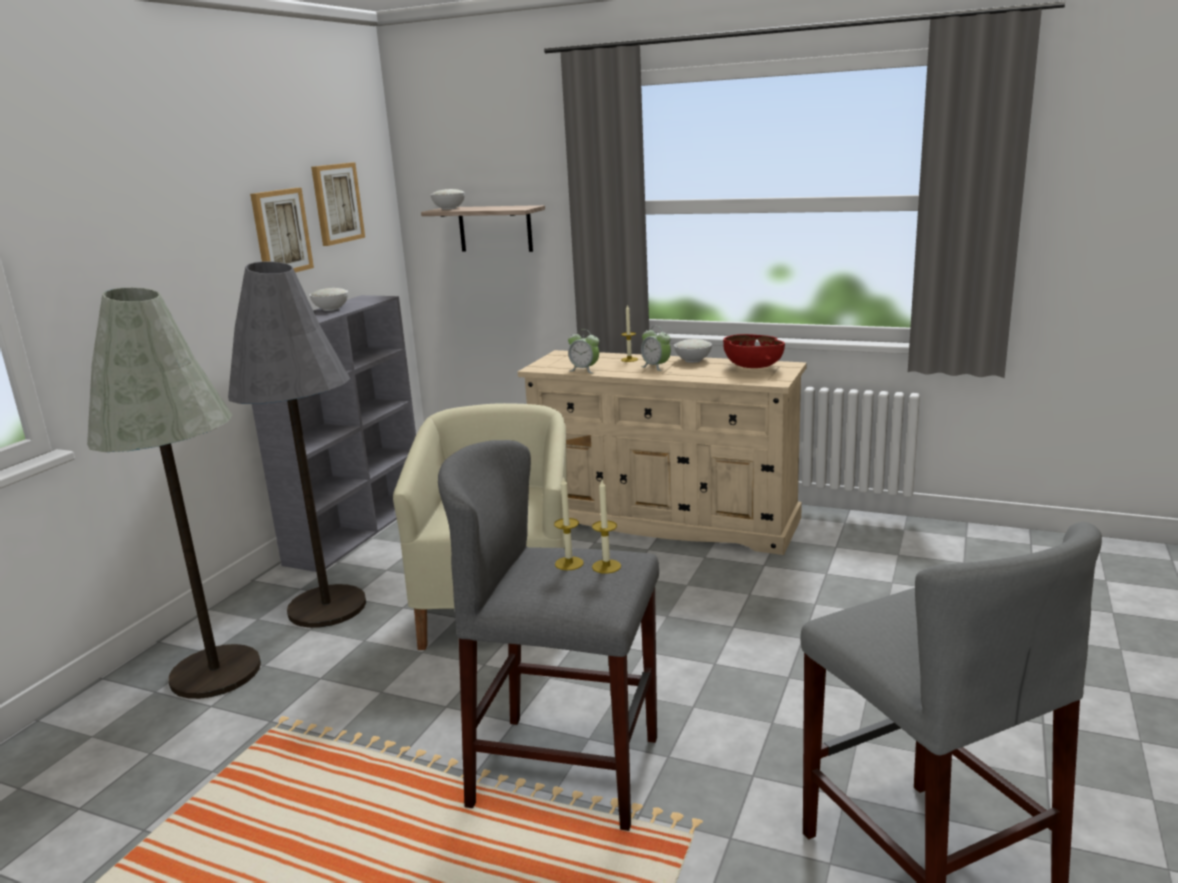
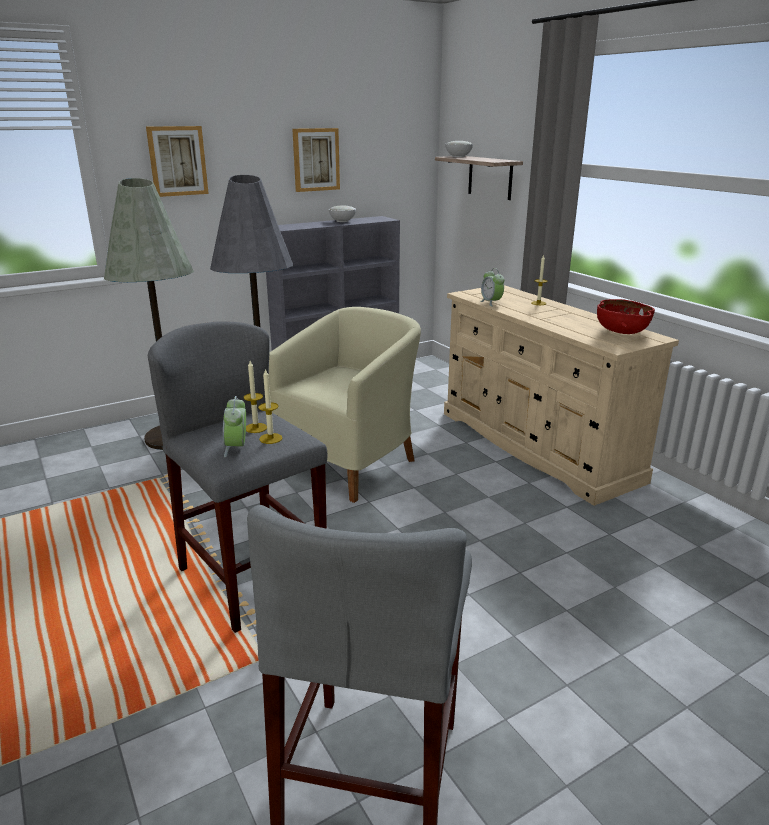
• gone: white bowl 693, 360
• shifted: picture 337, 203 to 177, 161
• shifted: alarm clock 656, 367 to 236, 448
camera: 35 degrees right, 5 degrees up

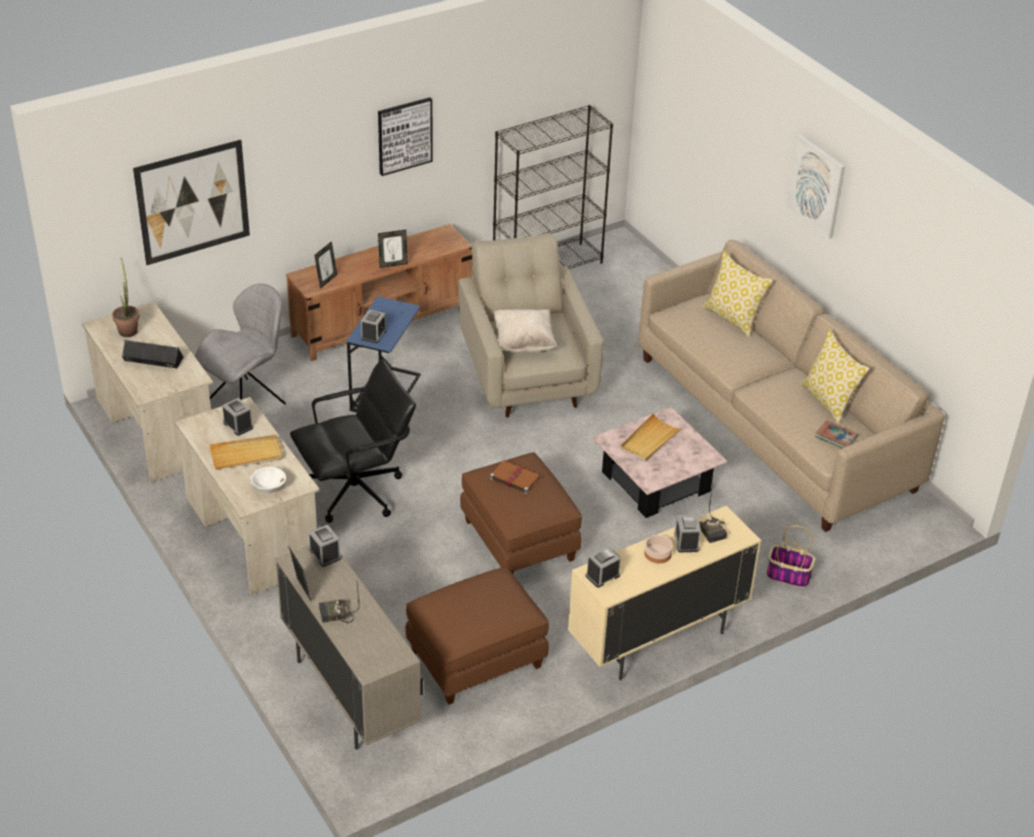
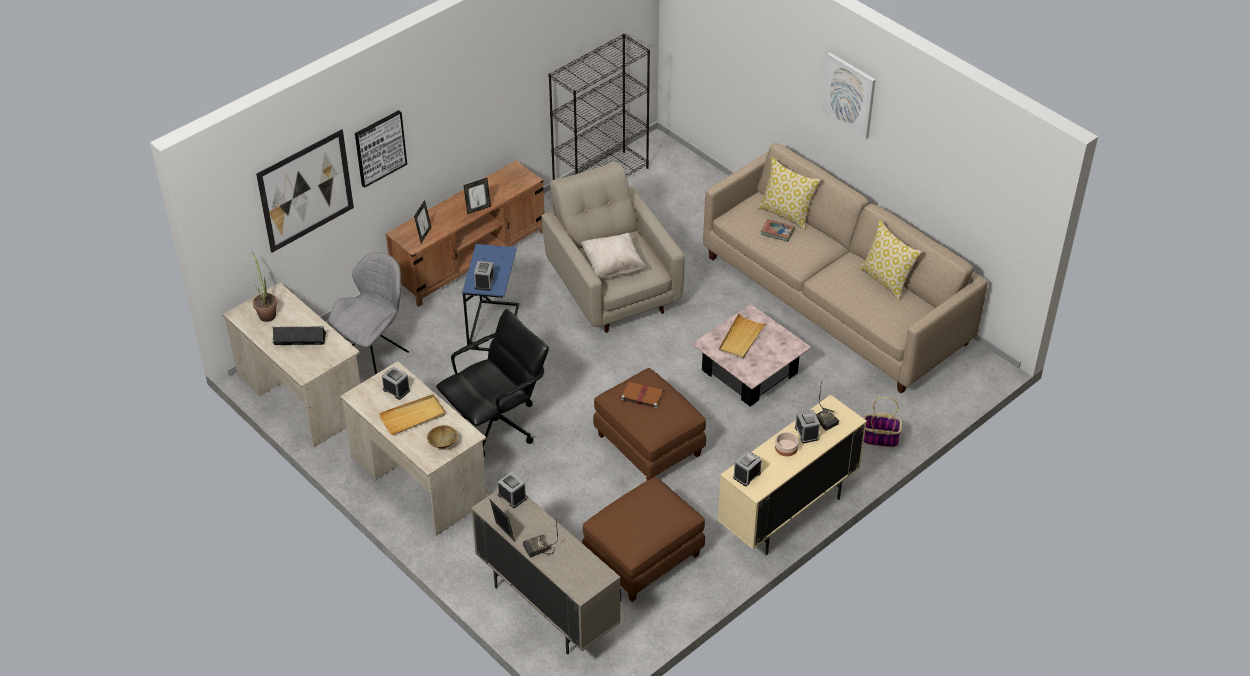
• shifted: picture 404, 135 to 380, 148
• shifted: bound book 836, 437 to 777, 232
• repainted: white bowl 268, 488 to brownish bowl 443, 444
camera: 10 degrees left, 5 degrees up

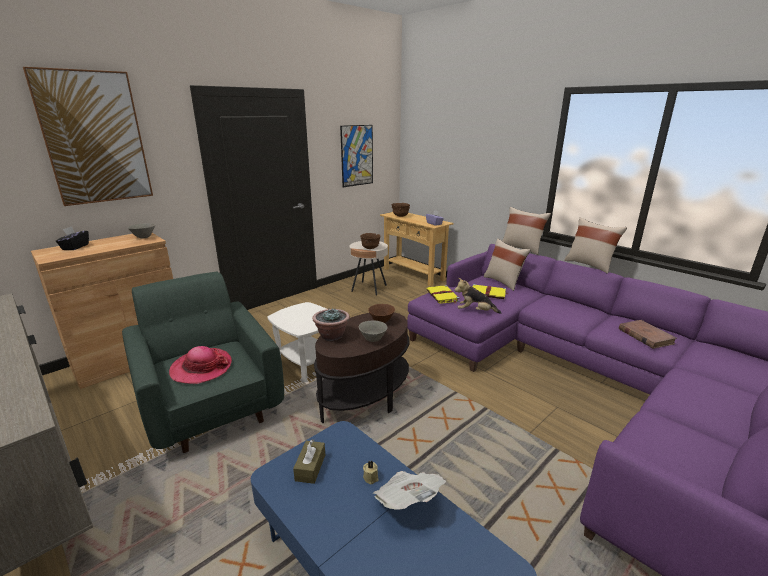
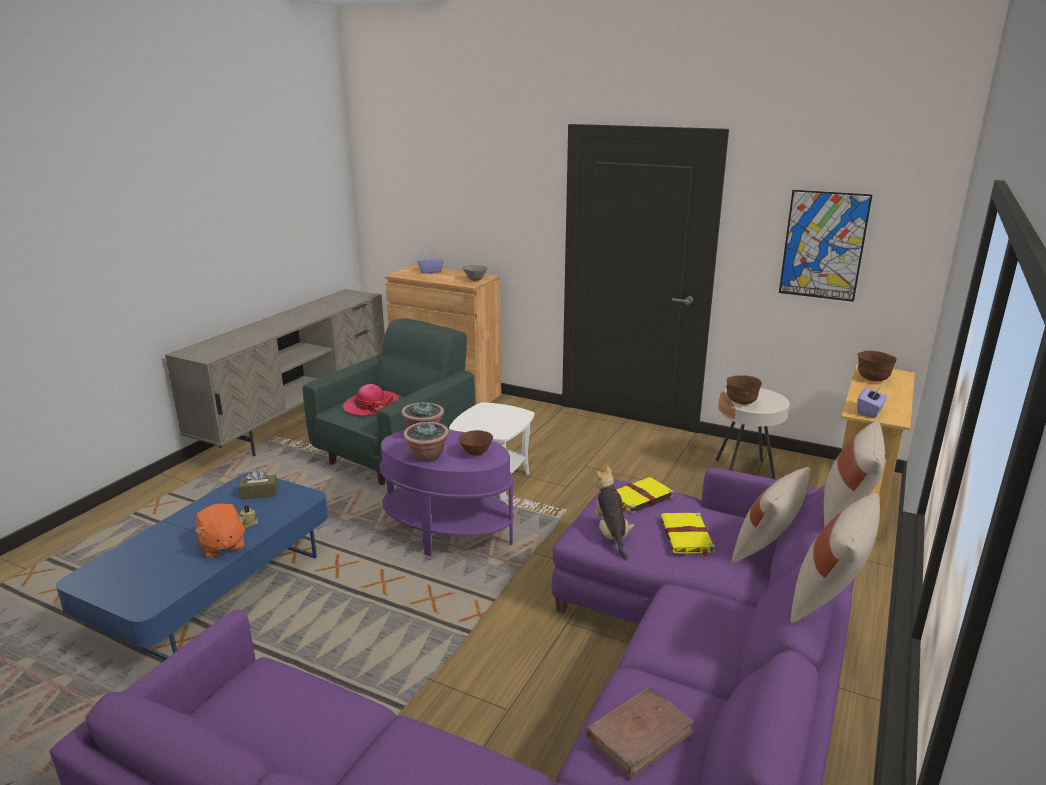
• gone: picture 94, 138
• swapped: grey bowl 373, 339 to potted plant 427, 457
• swapped: daily paper 407, 501 to orange plush toy 222, 546
• repainted: black-coloured tissue box 75, 247 to purple-coloured tissue box 430, 271
• repainted: brownish accent table 365, 397 to purple-coloured accent table 448, 533
camera: 70 degrees right, 0 degrees up

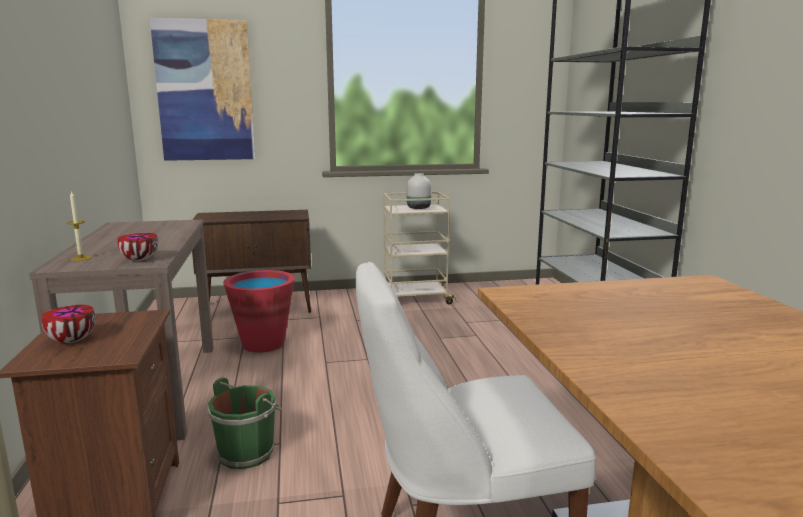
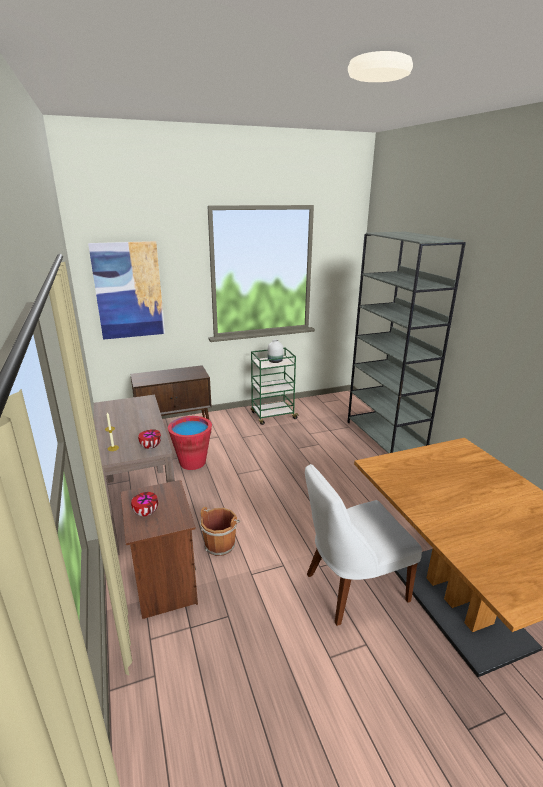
• repainted: green-coloured pail 248, 452 to brownish pail 220, 544
• repainted: beige trolley 415, 299 to green-coloured trolley 273, 416
camera: 10 degrees left, 10 degrees up

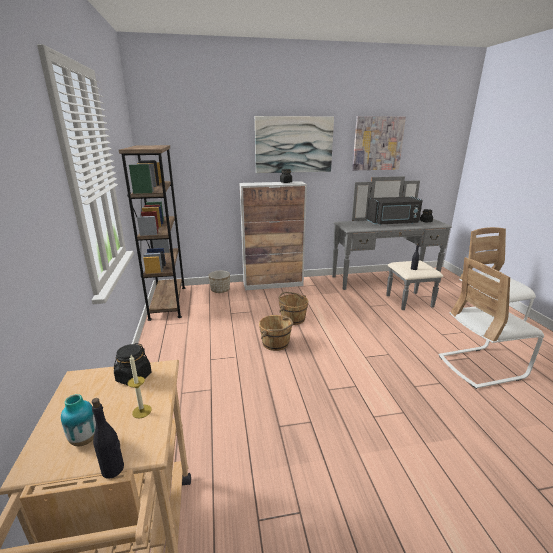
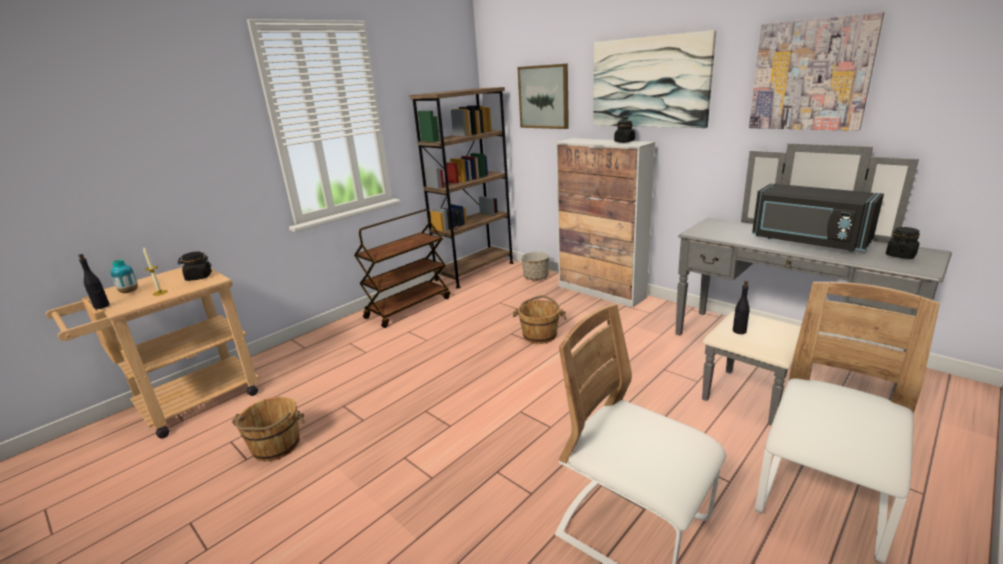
• new: brownish trolley 408, 307
• new: picture 544, 97
• shifted: brownish pail 276, 343 to 275, 446
camera: 55 degrees right, 0 degrees up

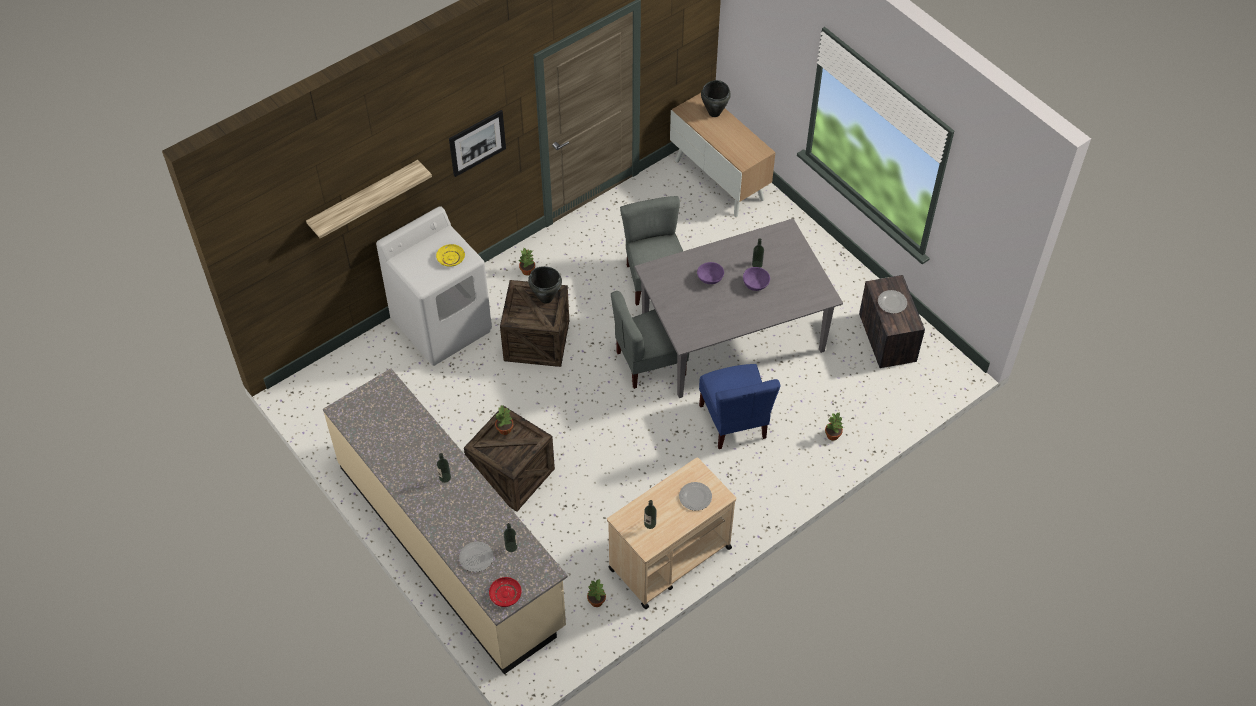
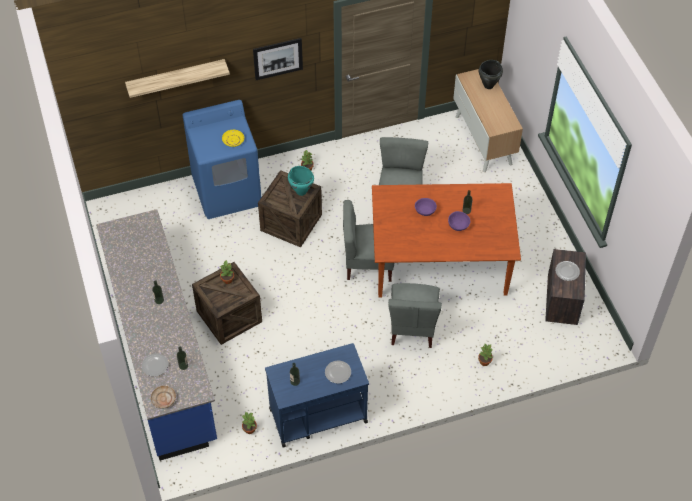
• repainted: beige kitchen counter 451, 545 to blue kitchen counter 163, 354
• repainted: white laundry appliance 442, 325 to blue laundry appliance 227, 191
• repainted: reddish flat dish 505, 594 to beige flat dish 163, 399
• repainted: black-coloured stockpot 546, 298 to blue-green stockpot 301, 191
• repainted: beige trolley 669, 558 to blue trolley 317, 415
• repainted: grey dinner table 732, 338 to brownish dinner table 439, 264
• repainted: blue upright chair 734, 422 to grey upright chair 412, 328
camera: 20 degrees right, 0 degrees up

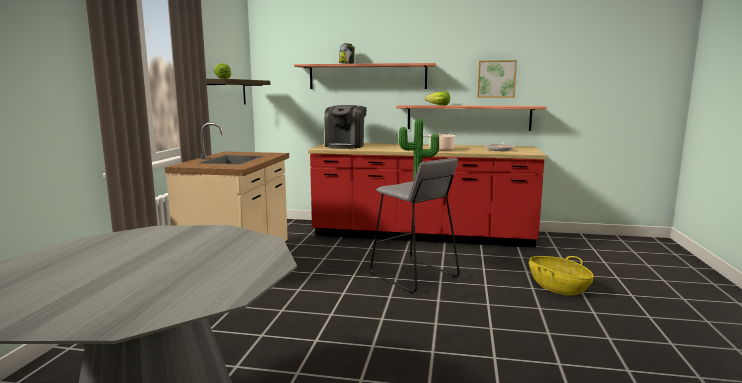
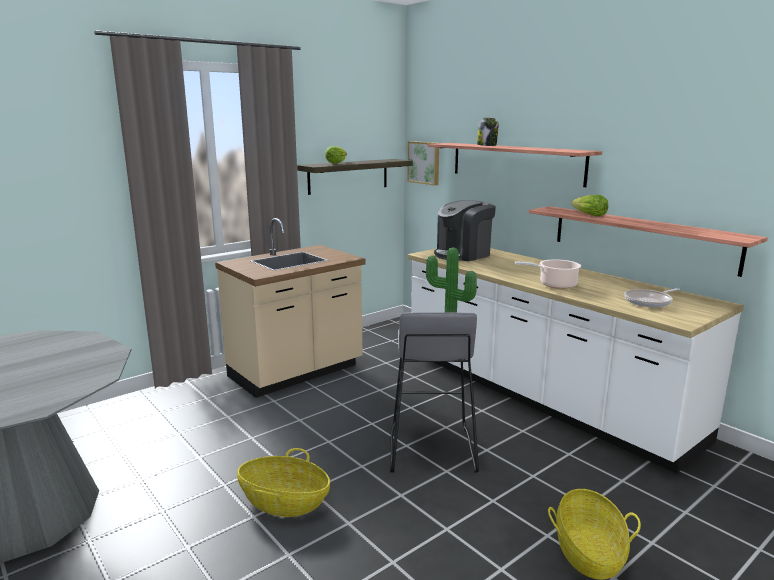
• new: storage basket 284, 502
• shifted: picture 496, 79 to 424, 162
• repainted: reddish kitchen counter 422, 235 to white kitchen counter 540, 395
camera: 40 degrees right, 5 degrees up

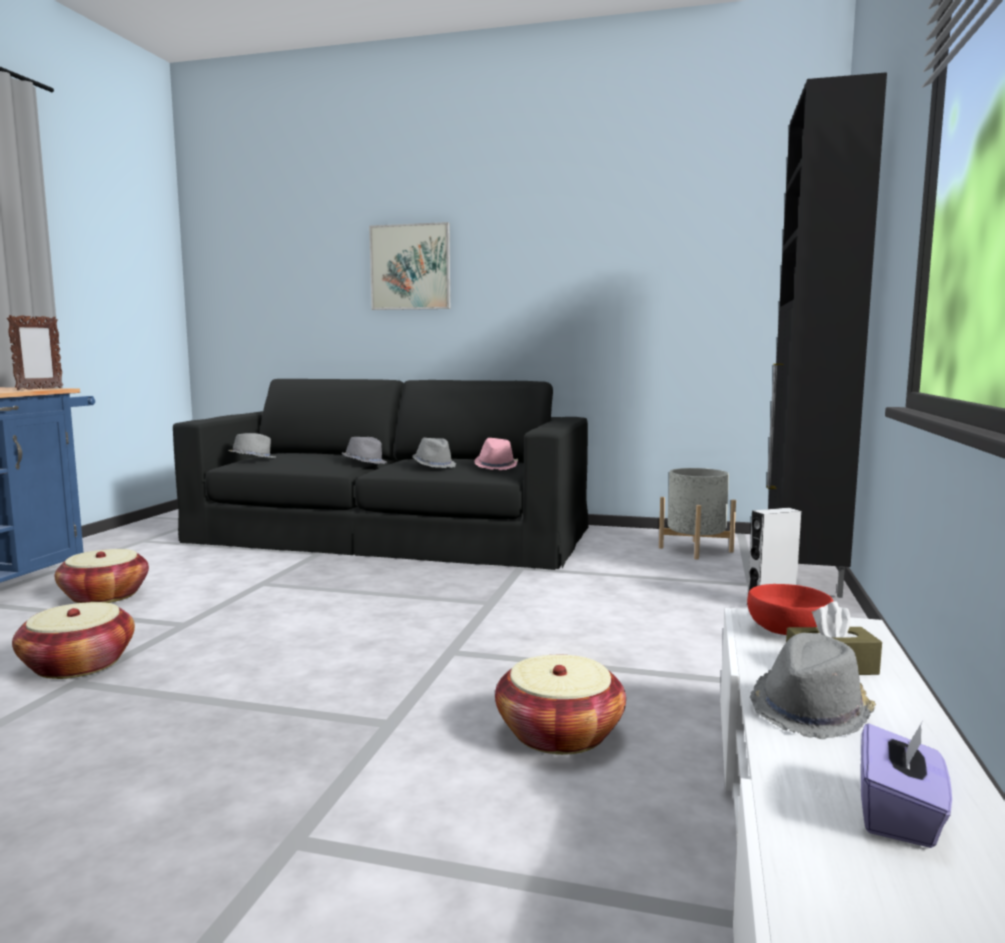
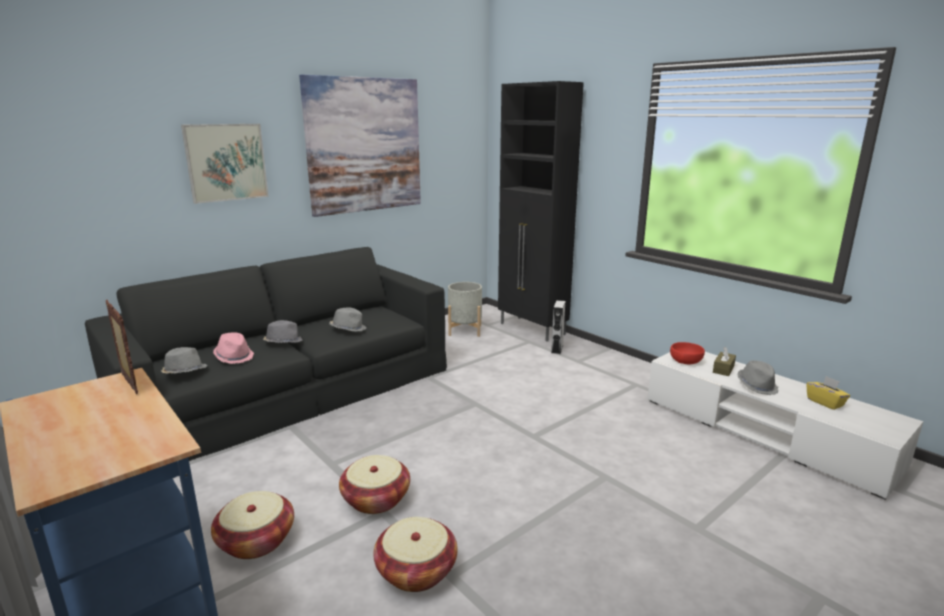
• new: picture 364, 145
• shifted: pink-coloured wearable hat 496, 466 to 234, 357
• shifted: storage basket 559, 733 to 376, 499
• repainted: purple-coloured tissue box 899, 815 to yellowish tissue box 825, 402
camera: 55 degrees left, 10 degrees up

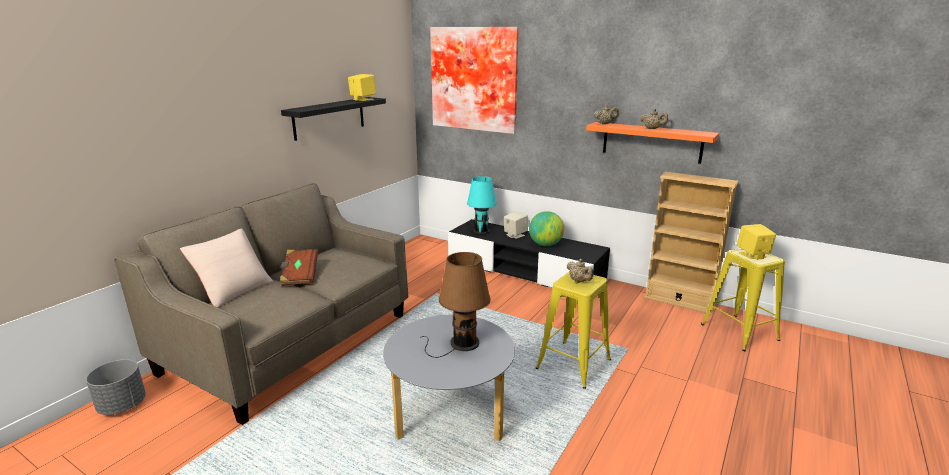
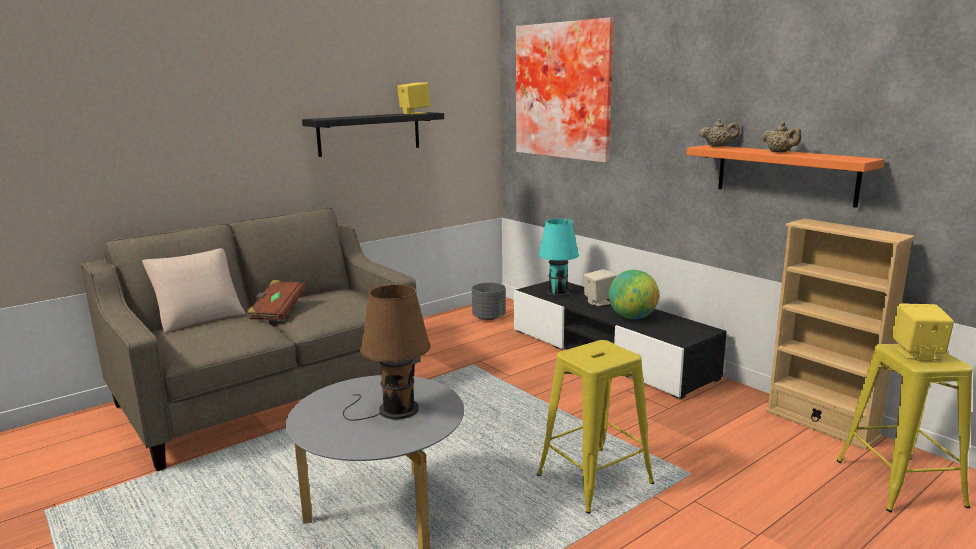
• gone: beige pot for tea 579, 281
• shifted: grey planter 123, 405 to 489, 317
camera: 20 degrees right, 5 degrees down

